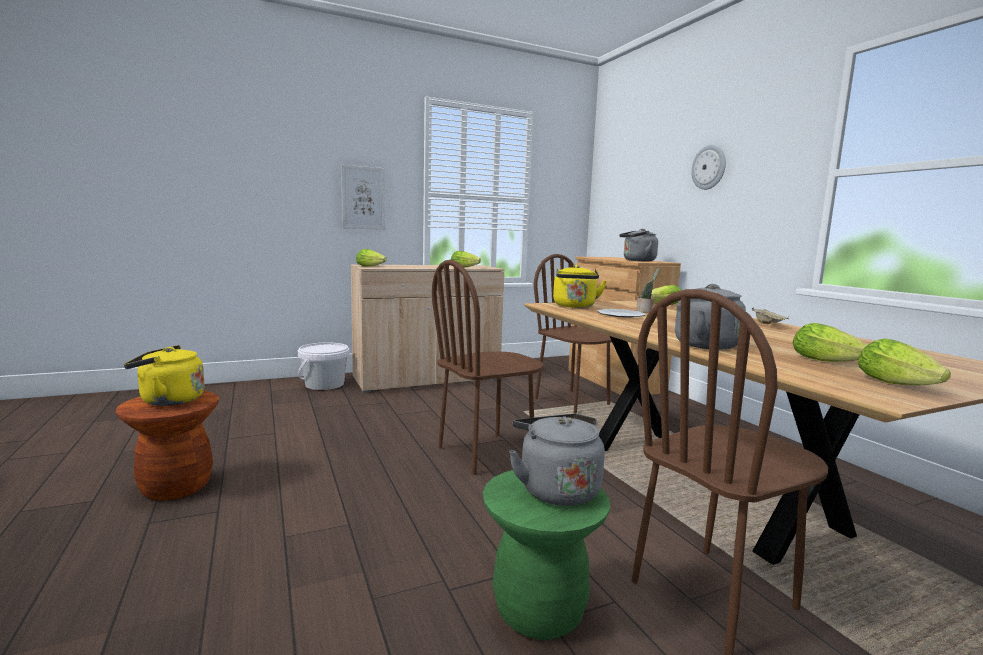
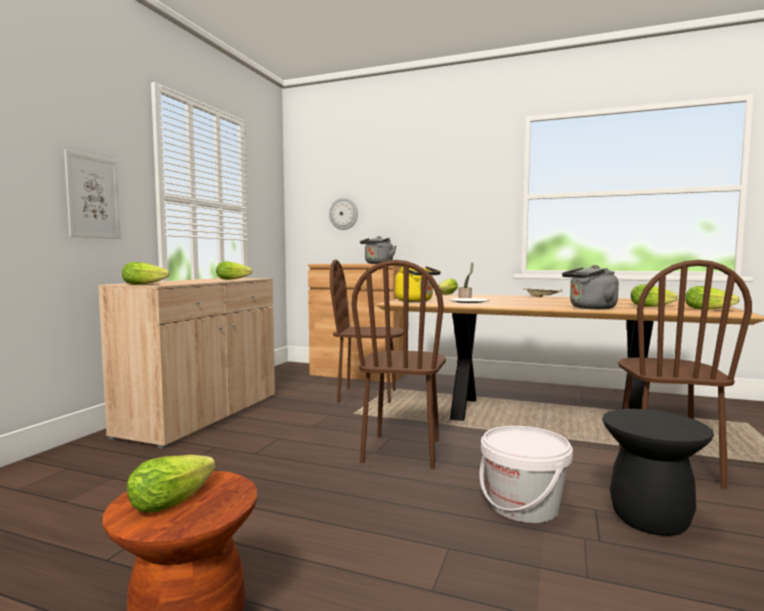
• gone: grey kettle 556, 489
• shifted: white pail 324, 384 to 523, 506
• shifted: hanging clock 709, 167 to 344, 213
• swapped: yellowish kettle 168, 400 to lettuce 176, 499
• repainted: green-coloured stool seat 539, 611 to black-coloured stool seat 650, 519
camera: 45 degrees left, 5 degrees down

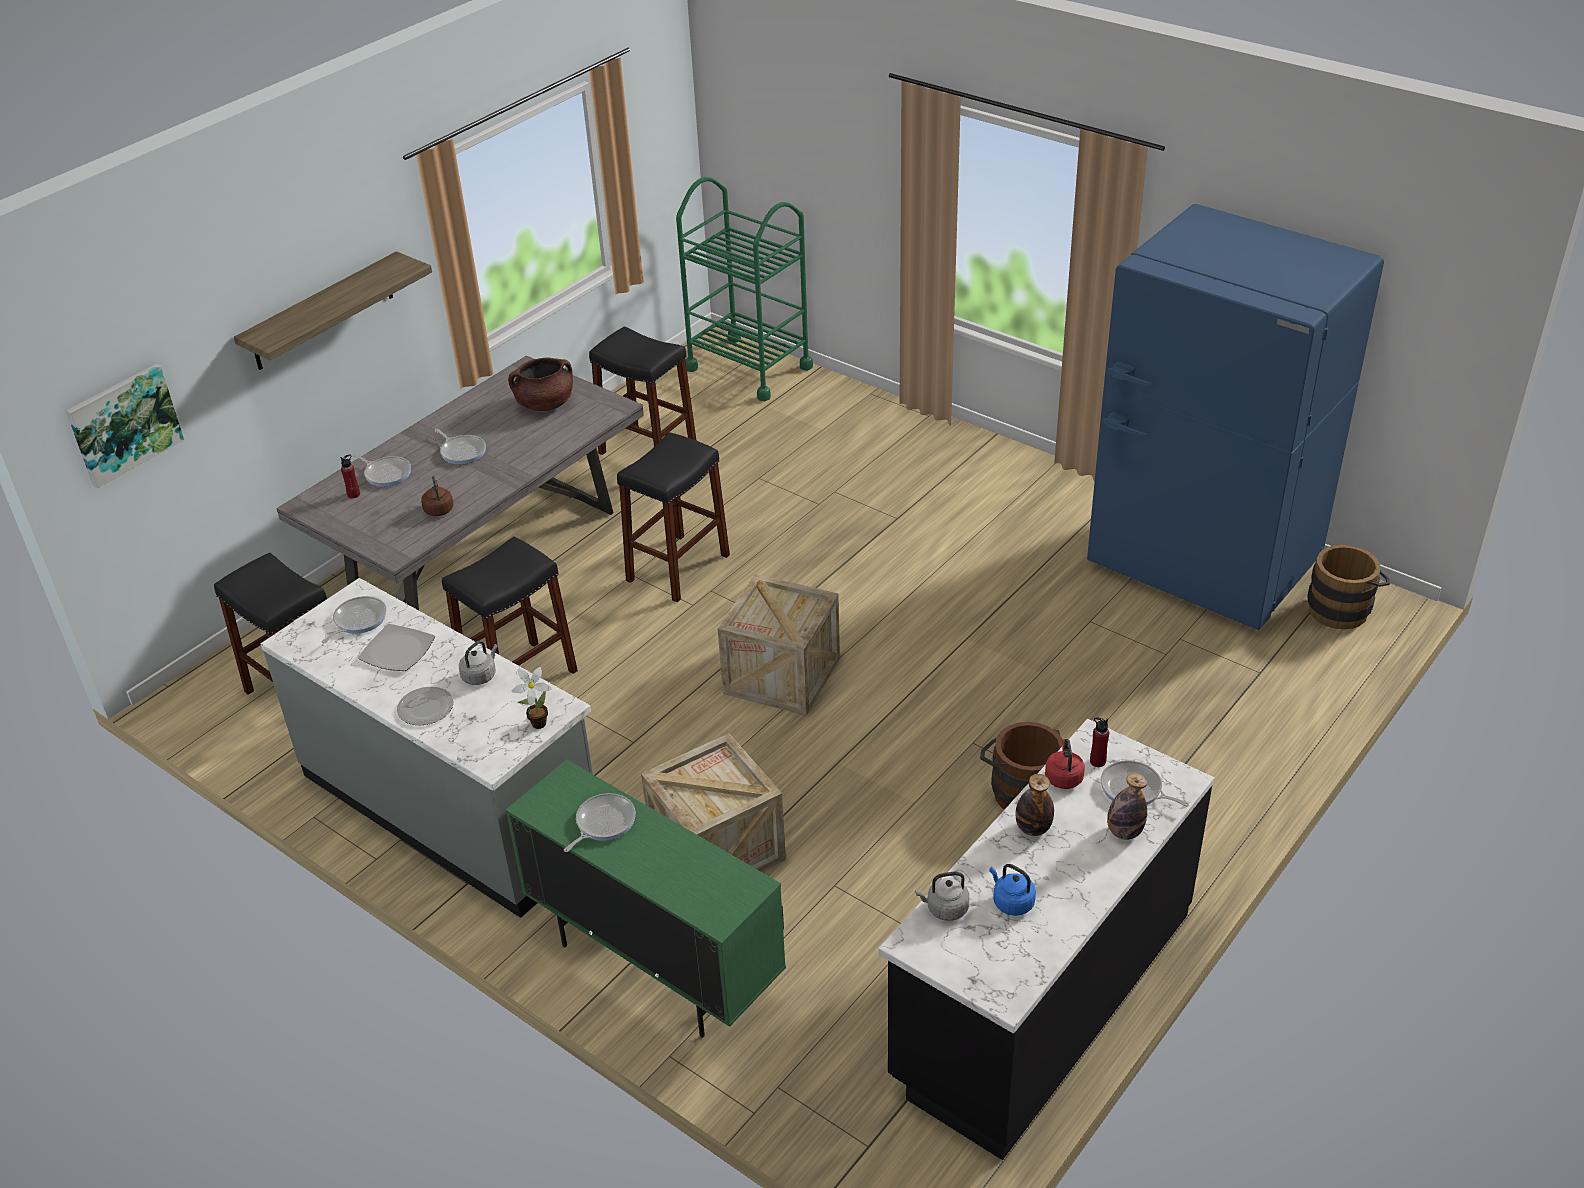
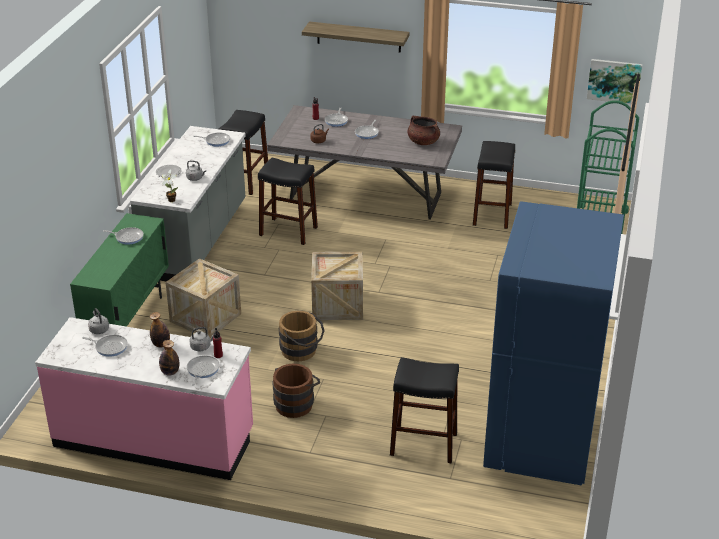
• gone: flat dish 397, 651
• shifted: picture 124, 424 to 614, 81
• shifted: black-coloured stool seat 678, 568 to 423, 444
• shifted: brownish pail 1342, 608 to 302, 351
• swapped: blue kettle 1011, 902 to skillet 109, 347
• repainted: black-coloured kitchen counter 1041, 996 to pink-coloured kitchen counter 154, 439
• repainted: reddish kettle 1063, 777 to grey kettle 201, 347
camera: 65 degrees right, 5 degrees down

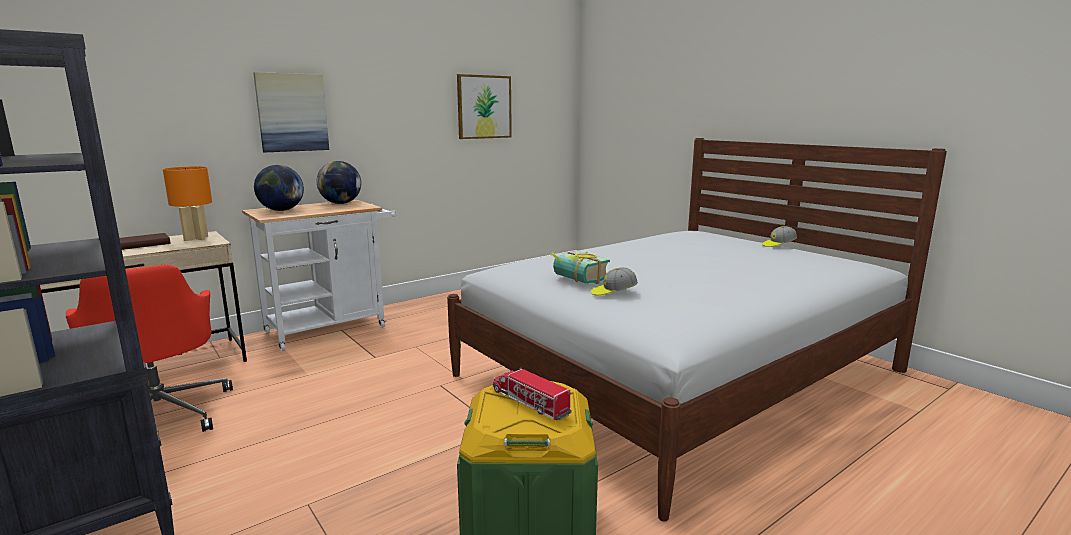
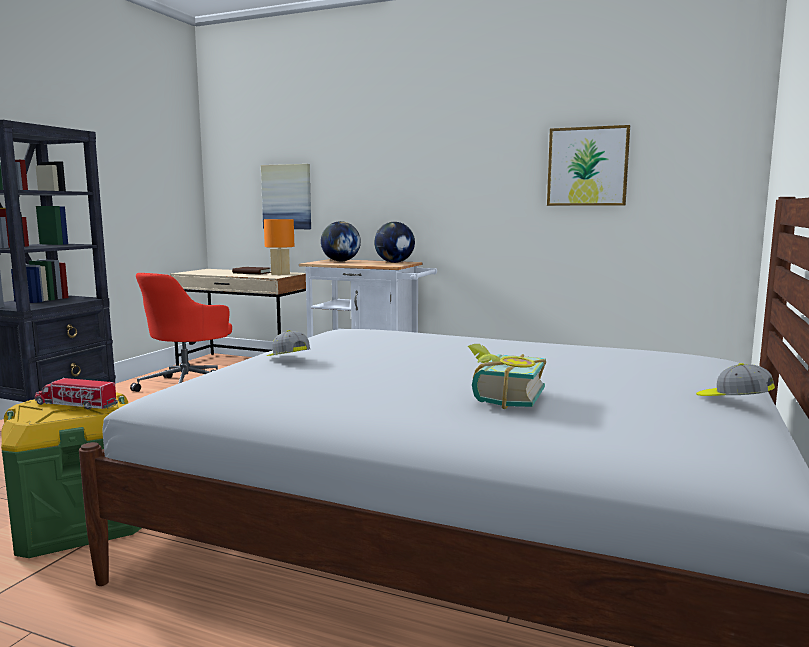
• shifted: picture 292, 112 to 287, 197
• shifted: bound book 576, 280 to 500, 397
• rotated: toy truck 529, 402 = 76, 405 90 degrees counterclockwise
camera: 60 degrees right, 5 degrees down

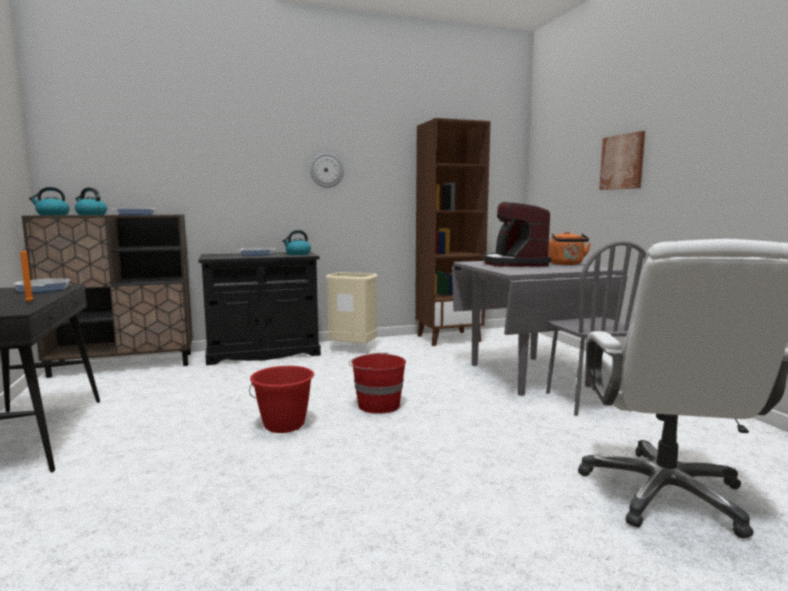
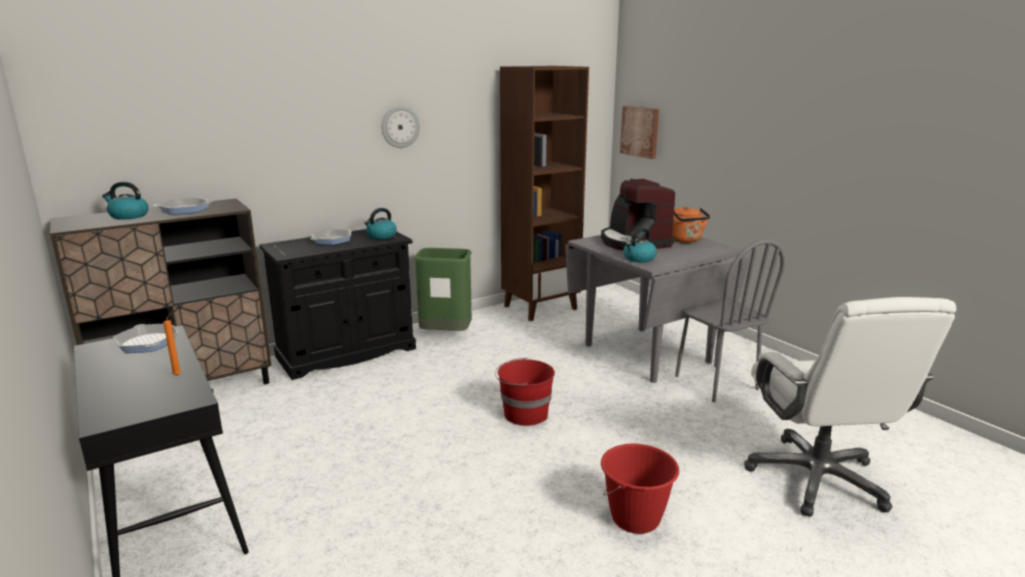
• shifted: kettle 52, 215 to 639, 259
• shifted: reddish pail 284, 425 to 635, 519
• shifted: picture 622, 162 to 640, 131
• repainted: beige rubbish bin 353, 349 to green-coloured rubbish bin 446, 335
camera: 15 degrees left, 10 degrees up

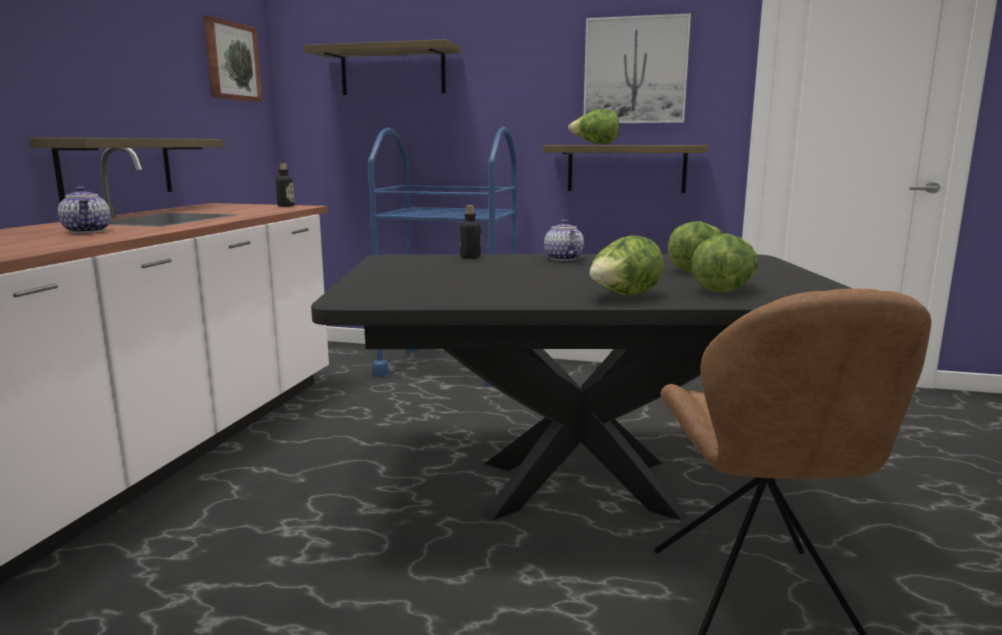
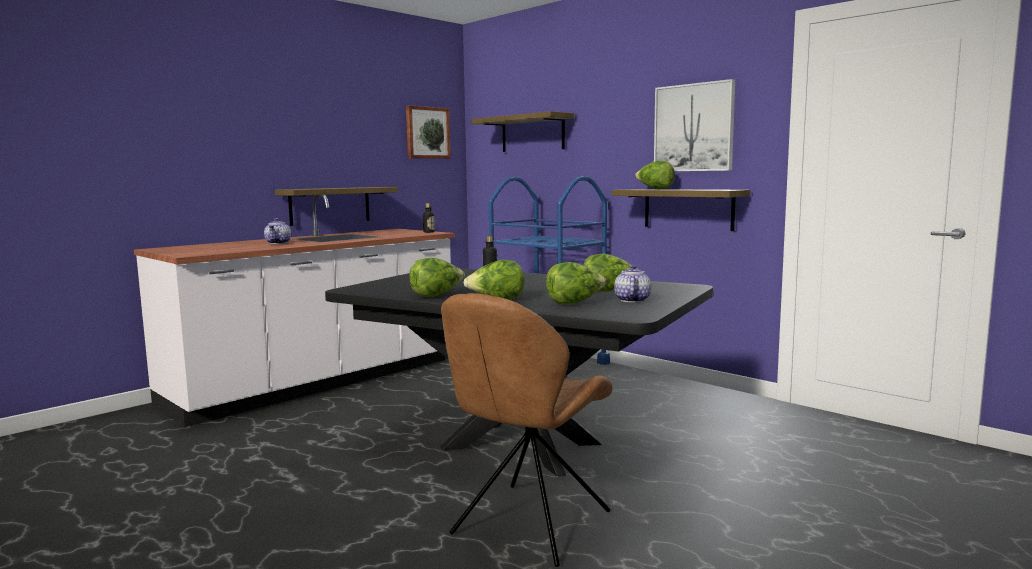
• new: lettuce 436, 295
• shifted: pot for tea 562, 258 to 631, 300
camera: 30 degrees right, 5 degrees down

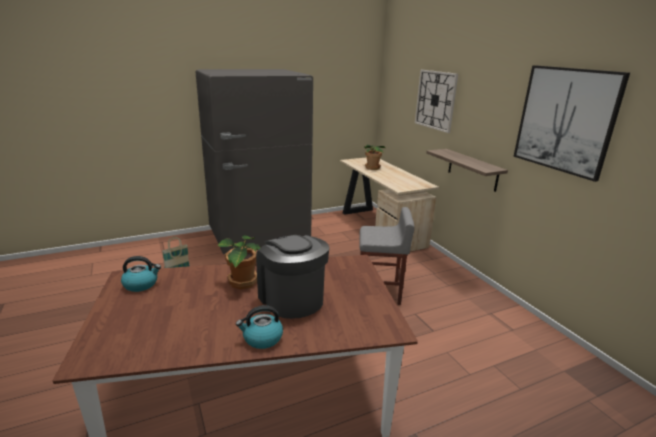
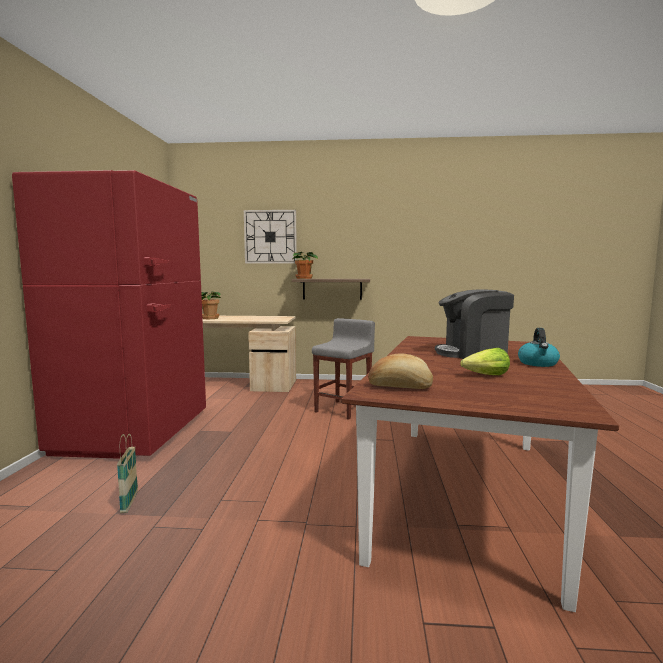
• gone: picture 565, 120
• new: lettuce 486, 376
• shifted: potted plant 242, 282 to 304, 278
• swapped: kettle 141, 284 to baked bread 400, 387
• repainted: grey kitchen fridge 259, 237 to reddish kitchen fridge 135, 433
camera: 60 degrees left, 15 degrees down

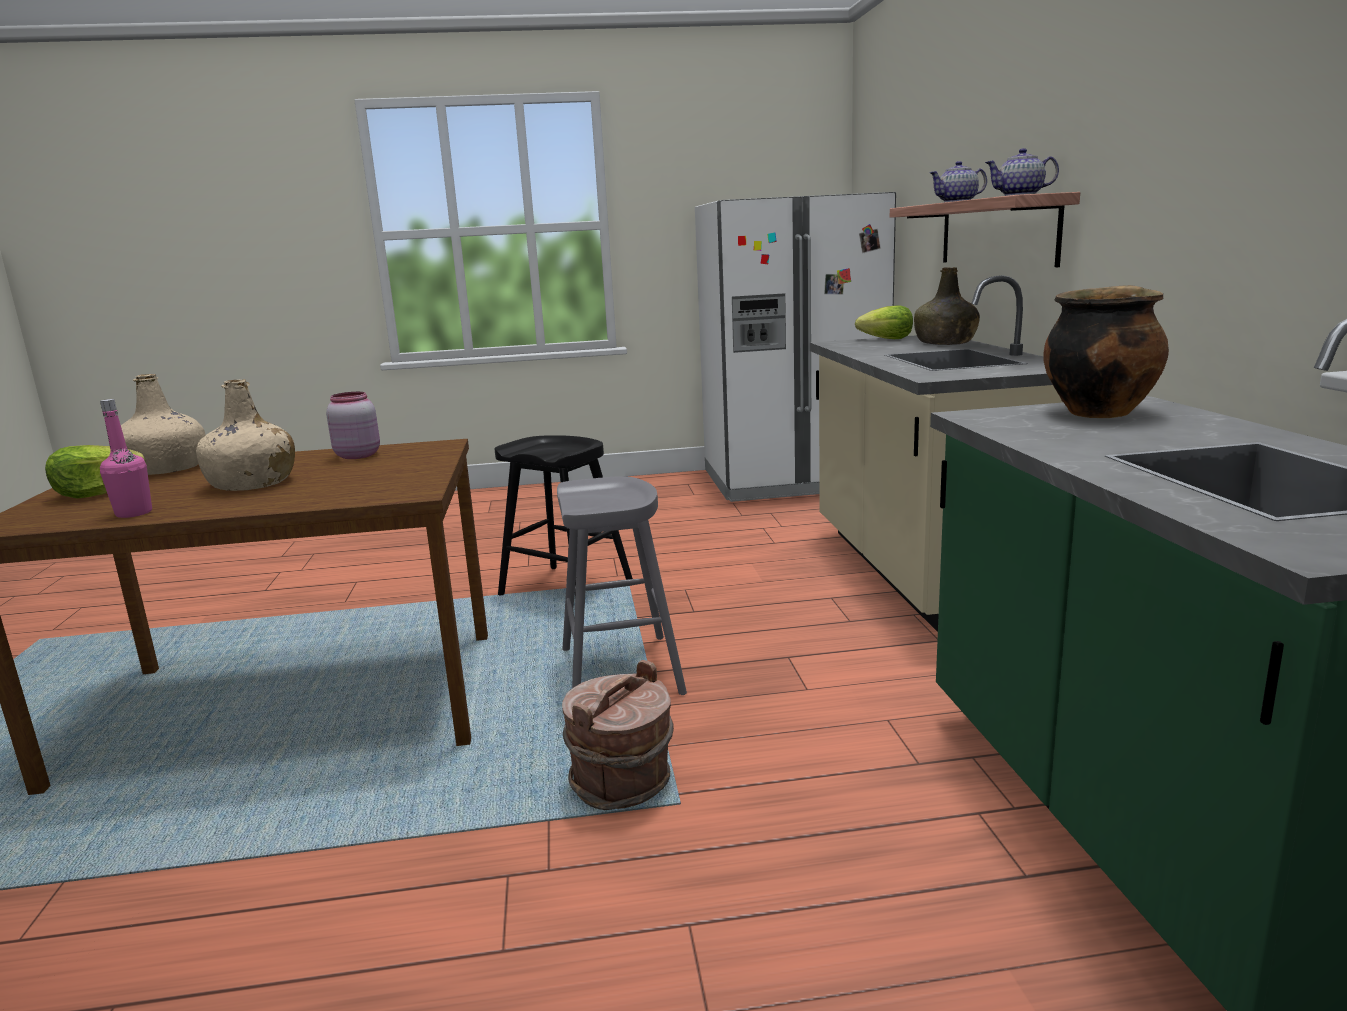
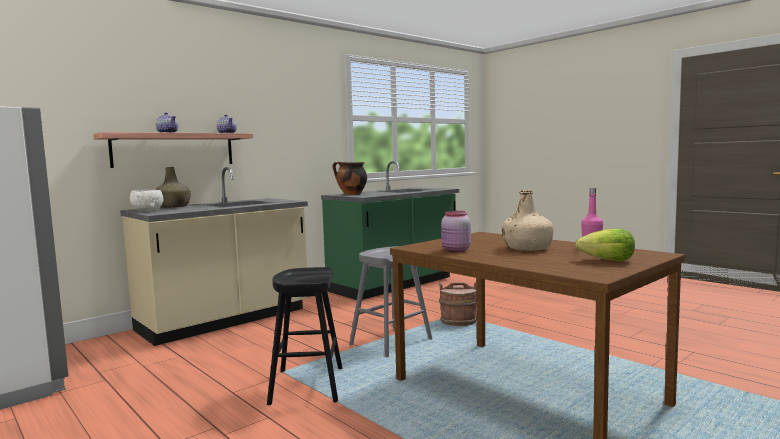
• gone: beige bottle 167, 469
• swapped: lettuce 886, 339 to white bowl 148, 211
camera: 125 degrees left, 10 degrees down

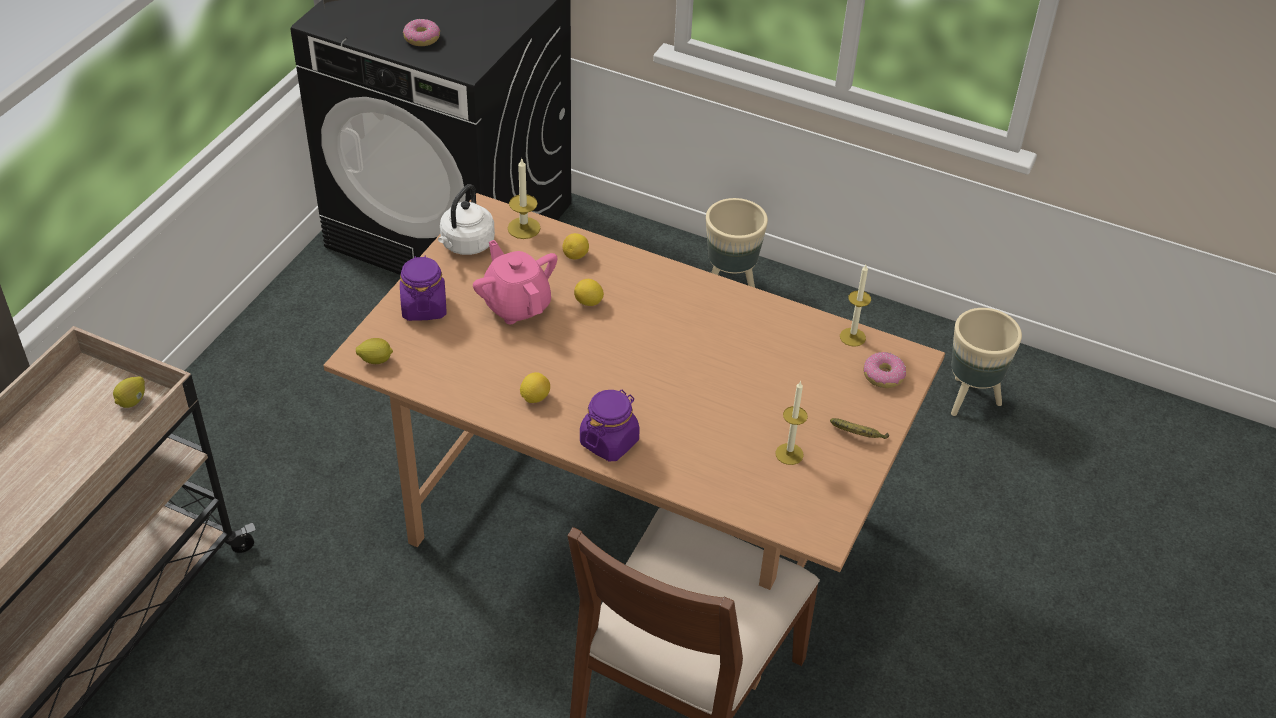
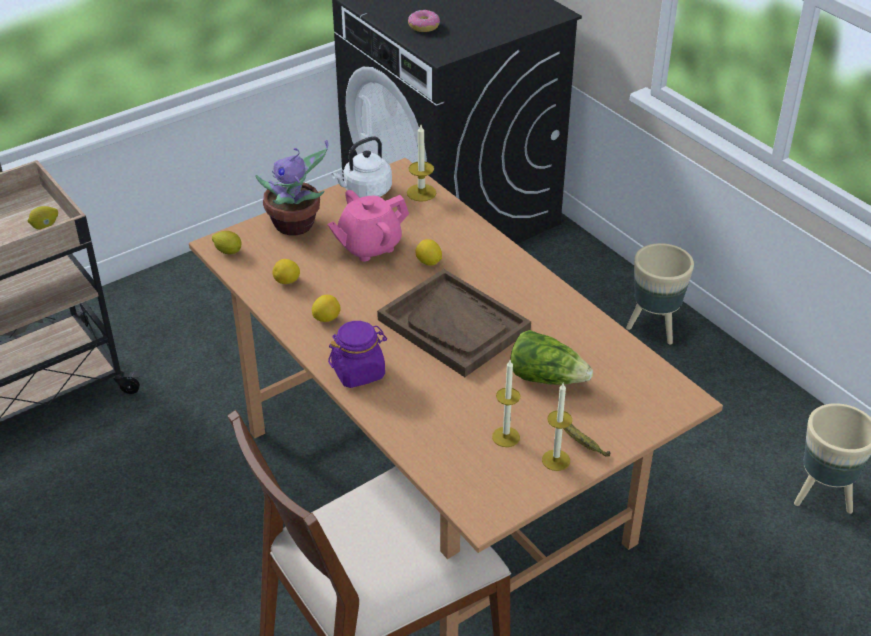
• gone: ring doughnut 883, 376
• new: brownish carrying tray 454, 325
• new: lettuce 546, 377
• shifted: whole lemon 576, 256 to 287, 281
• shifted: wax light 852, 337 to 556, 460
• swapped: purple-coloured preserve jar 424, 307 to potted plant 296, 225
• rotated: pink-coloured pot for tea 517, 305 = 369, 246 120 degrees counterclockwise
camera: 30 degrees right, 5 degrees down

